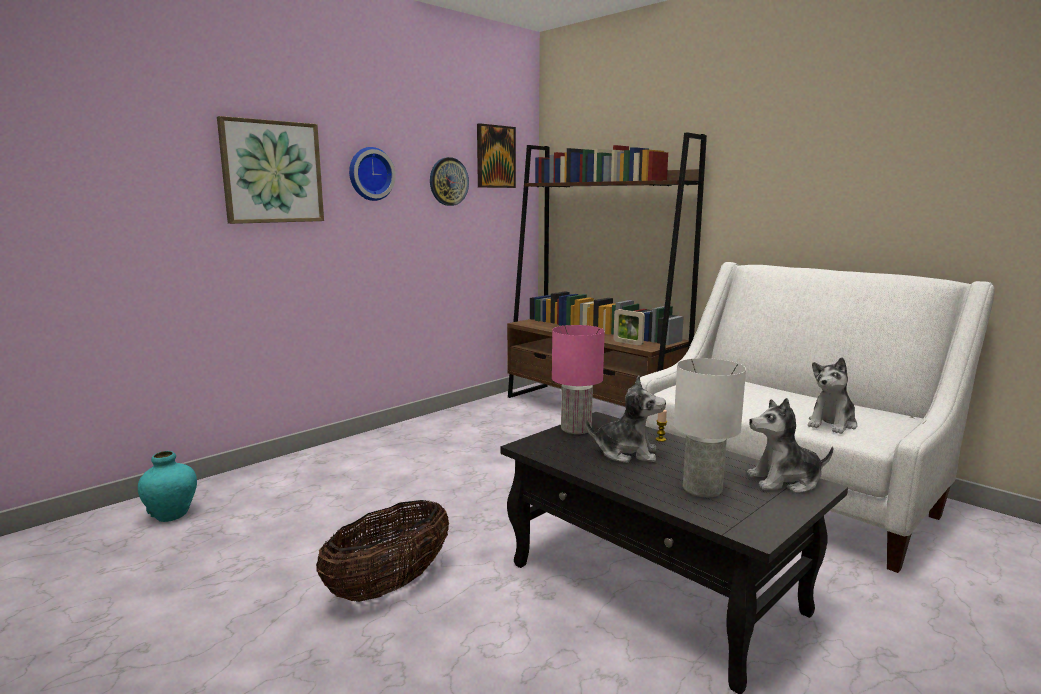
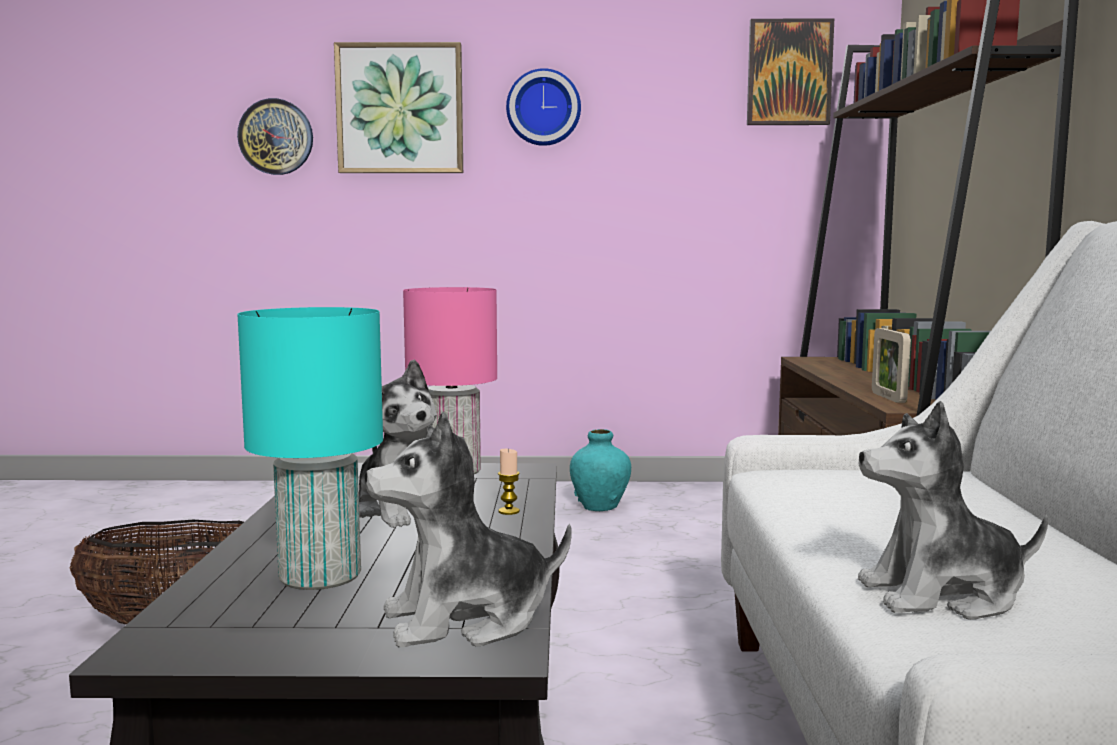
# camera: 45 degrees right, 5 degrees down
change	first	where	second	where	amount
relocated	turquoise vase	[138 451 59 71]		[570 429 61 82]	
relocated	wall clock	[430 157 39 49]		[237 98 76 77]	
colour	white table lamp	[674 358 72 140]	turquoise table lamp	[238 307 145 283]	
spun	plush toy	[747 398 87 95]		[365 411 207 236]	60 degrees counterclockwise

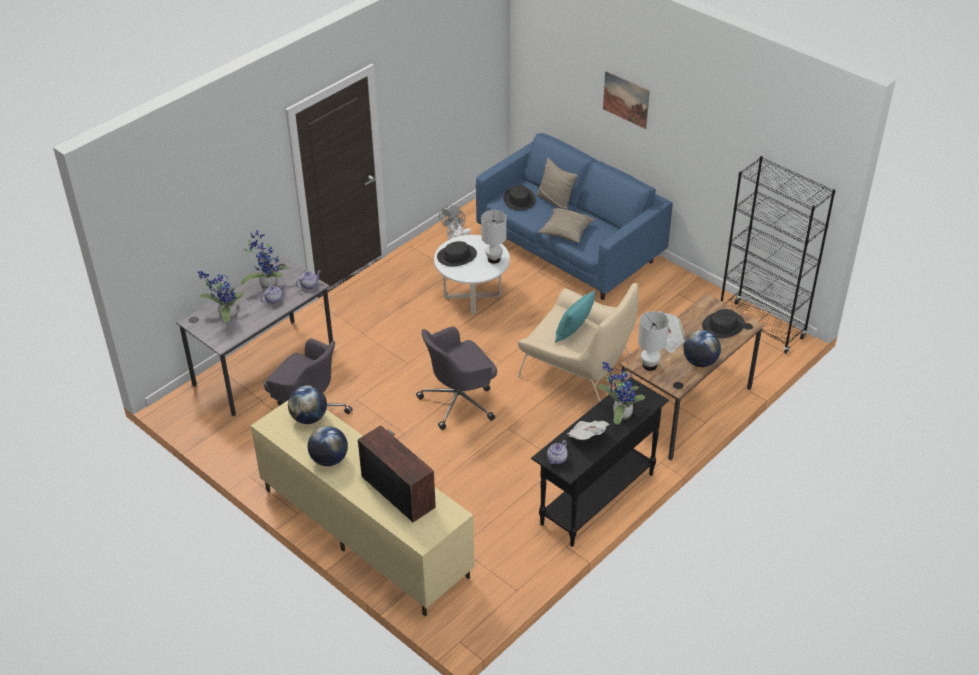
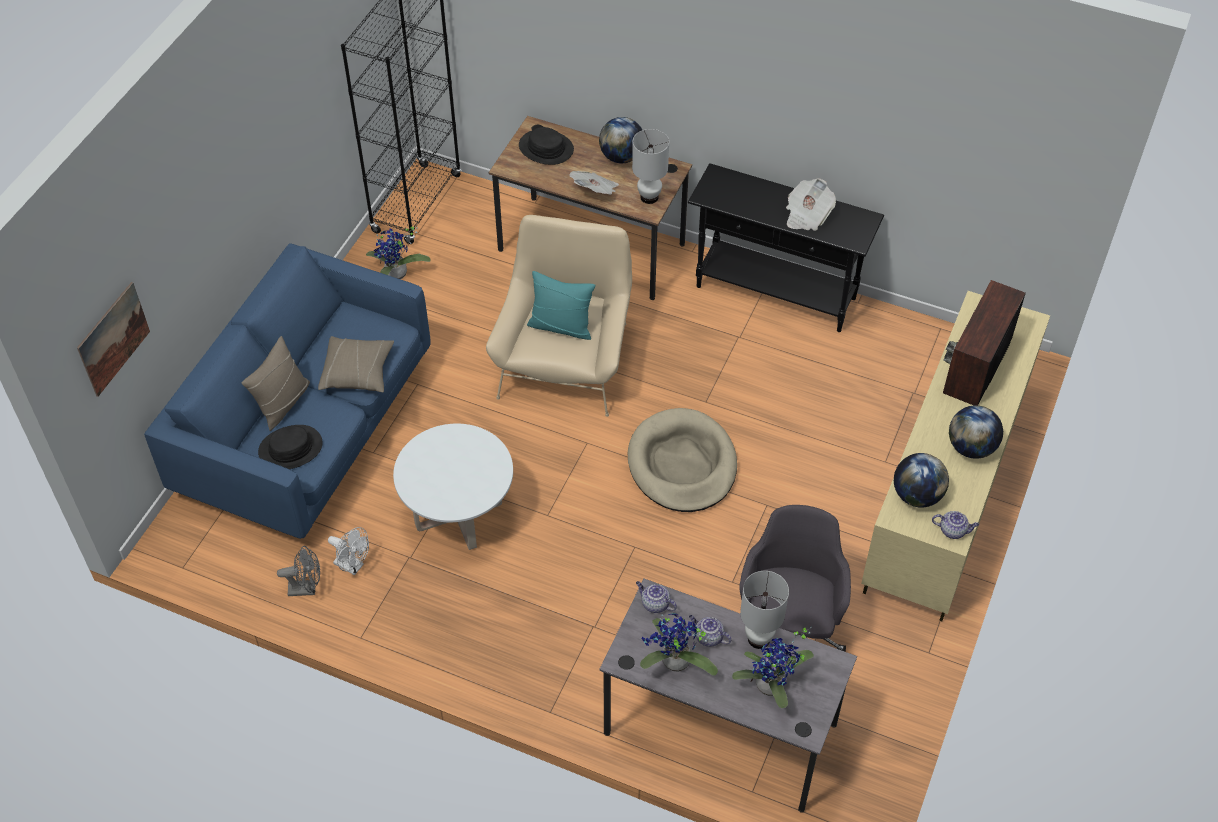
# camera: 110 degrees left, 10 degrees up
change	first	where	second	where	amount
missing	black hat	[437 241 40 25]			
relocated	white table lamp	[481 210 26 54]		[740 571 49 78]	
relocated	teapot	[547 440 21 24]		[932 511 47 28]	
relocated	potted plant	[598 362 47 63]		[366 227 64 52]	
relocated	picture	[603 71 47 58]		[77 282 73 115]	
exchanged	grey office chair	[416 327 81 103]	beige dog bed	[628 408 109 104]	

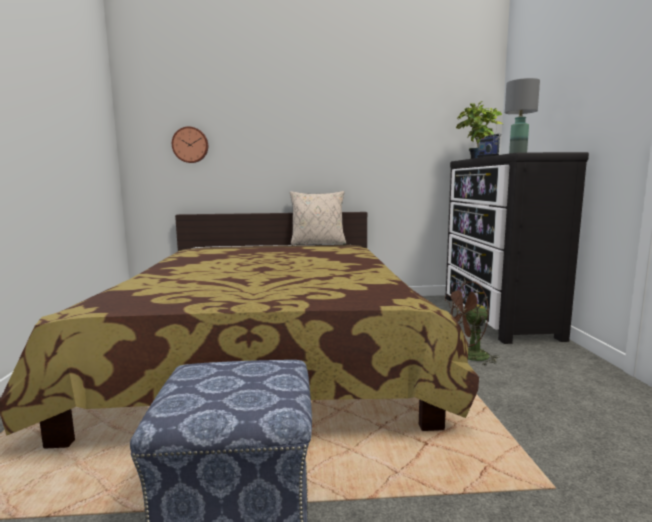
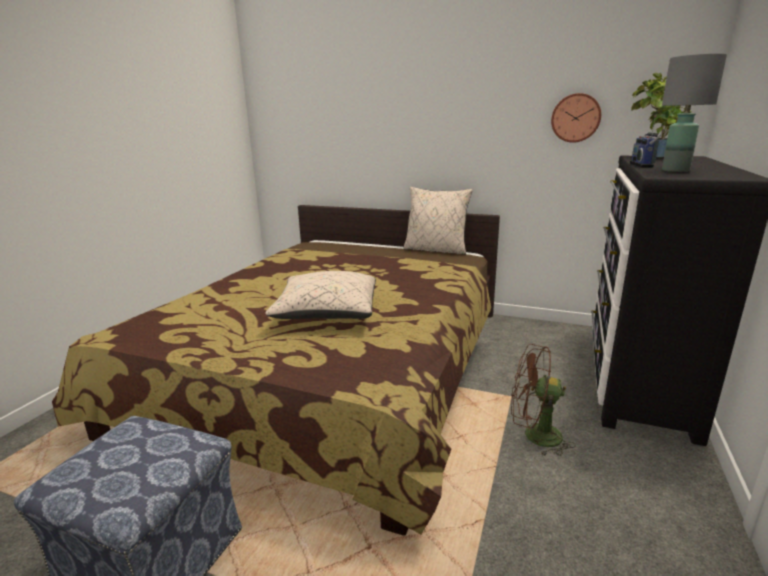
# camera: 25 degrees right, 10 degrees up
change	first	where	second	where	amount
appeared			beige pillow	[265 271 111 48]	
relocated	wall clock	[172 126 36 37]		[551 93 50 50]	

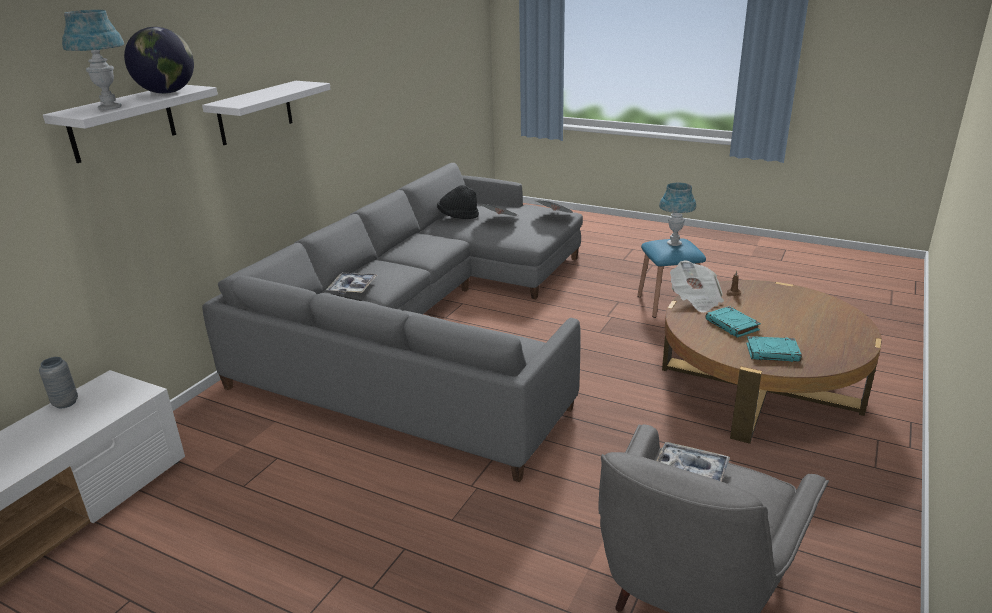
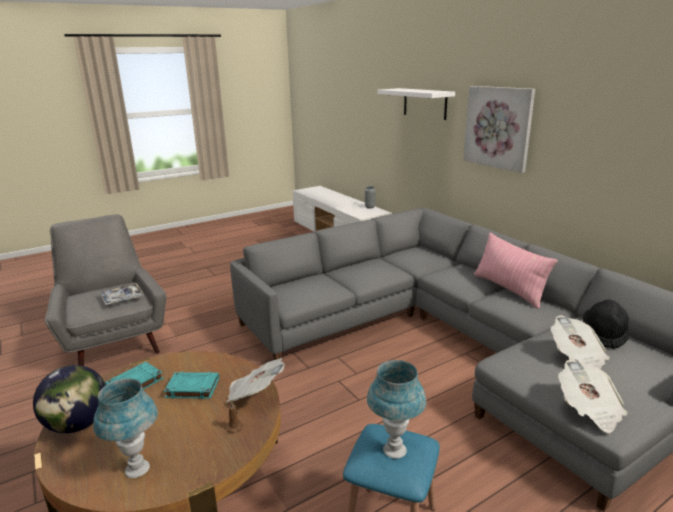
# camera: 120 degrees right, 5 degrees down
change	first	where	second	where	amount
missing	tray	[326 272 51 22]			
appeared			pink pillow	[474 233 83 76]	
relocated	blue table lamp	[62 10 62 100]		[93 378 65 100]	
relocated	globe	[124 27 70 67]		[33 365 73 68]	
exchanged	white shelf	[202 81 129 64]	picture	[463 86 72 87]	

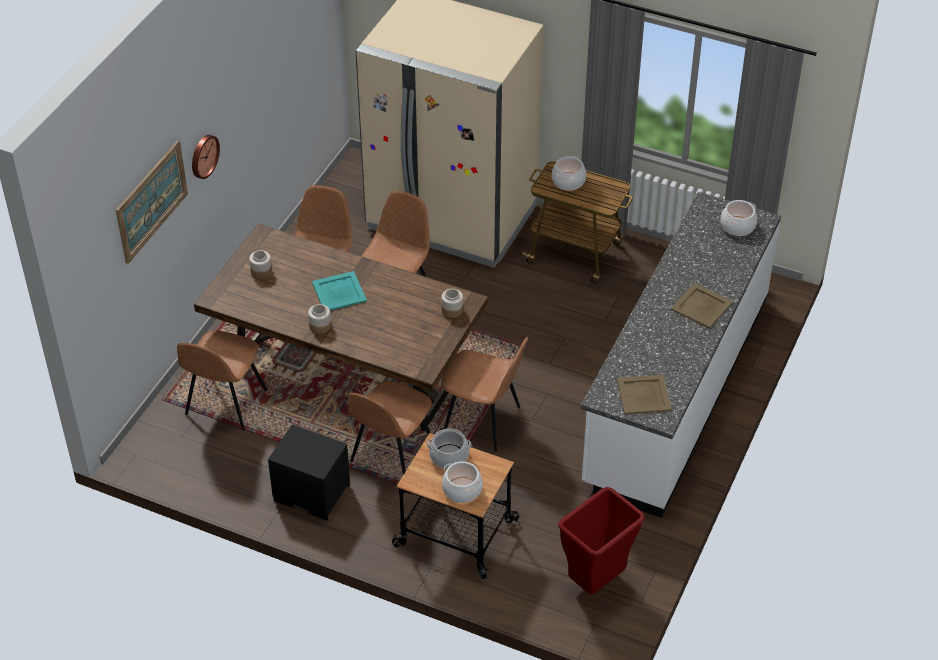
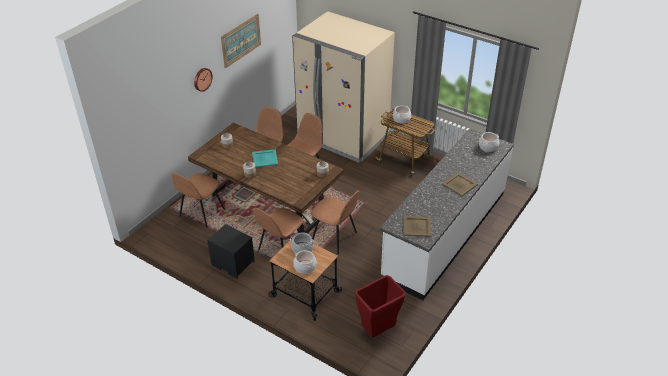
# camera: 10 degrees right, 5 degrees down
change	first	where	second	where	amount
relocated	picture	[116 140 72 124]		[221 14 40 54]	

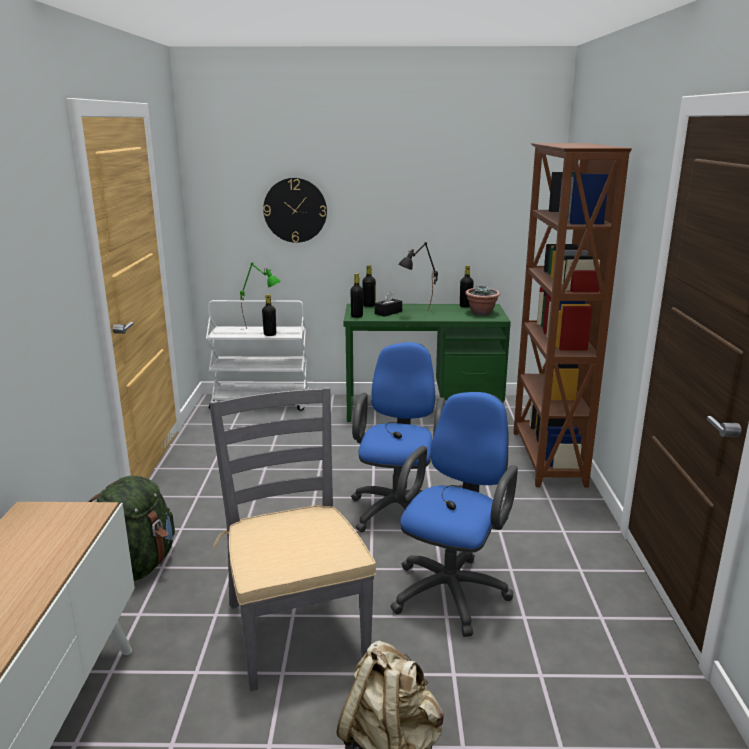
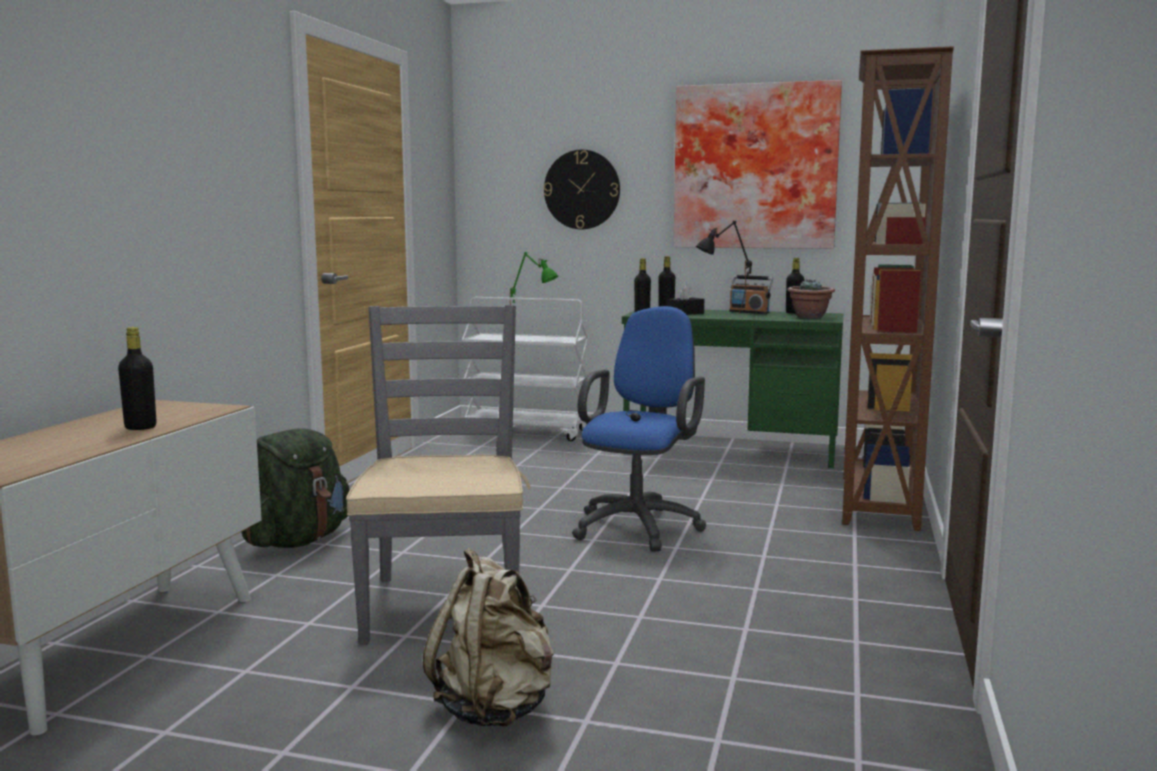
# camera: 15 degrees right, 10 degrees down
change	first	where	second	where	amount
missing	blue office chair	[390 392 128 245]			
appeared			picture	[674 80 168 169]	
appeared			radio	[729 275 44 39]	
relocated	black bottle	[262 294 14 42]		[118 327 39 103]	

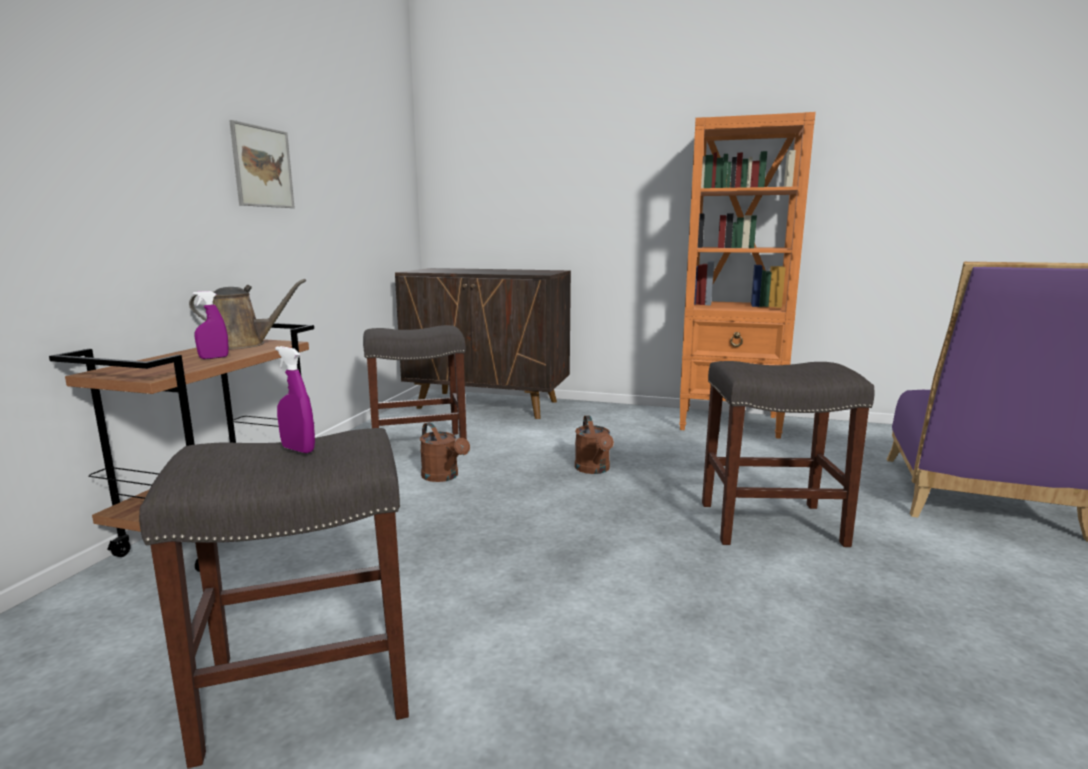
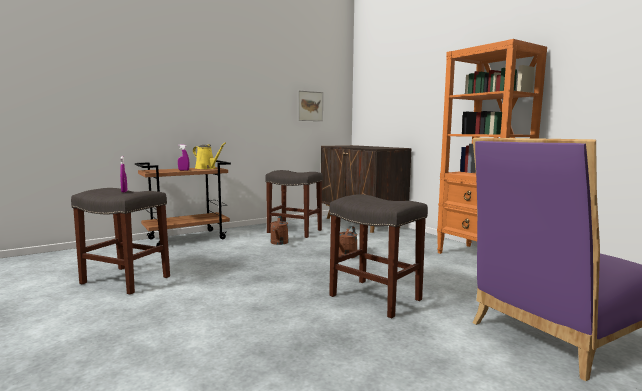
# camera: 40 degrees right, 5 degrees down
change	first	where	second	where	amount
relocated	picture	[229 120 66 88]		[298 90 25 31]	
colour	brown watering can	[189 279 117 70]	yellow watering can	[193 142 33 27]	

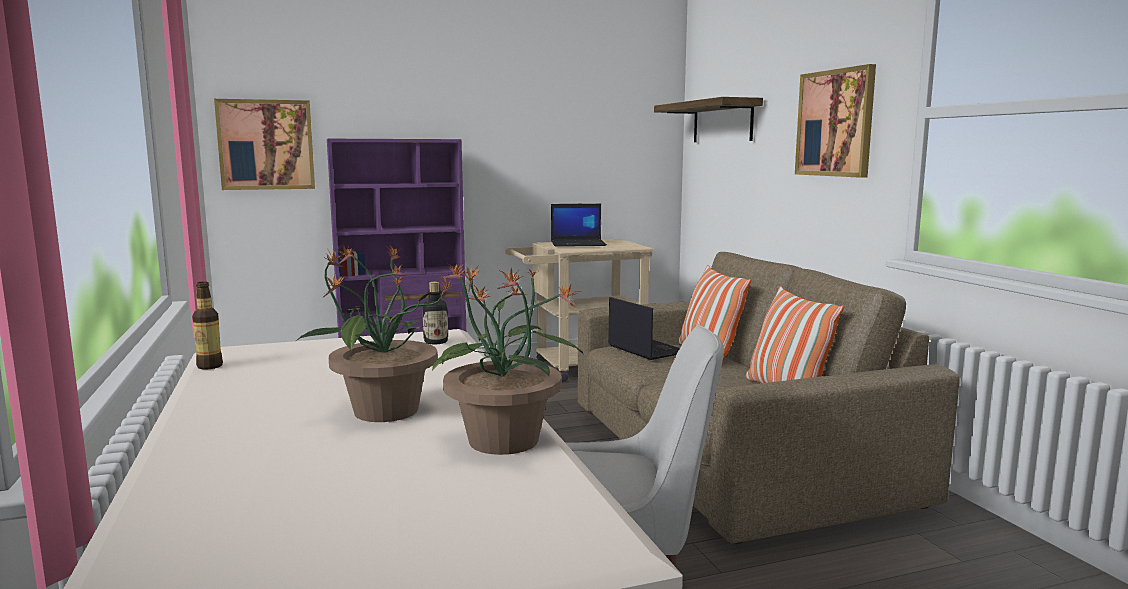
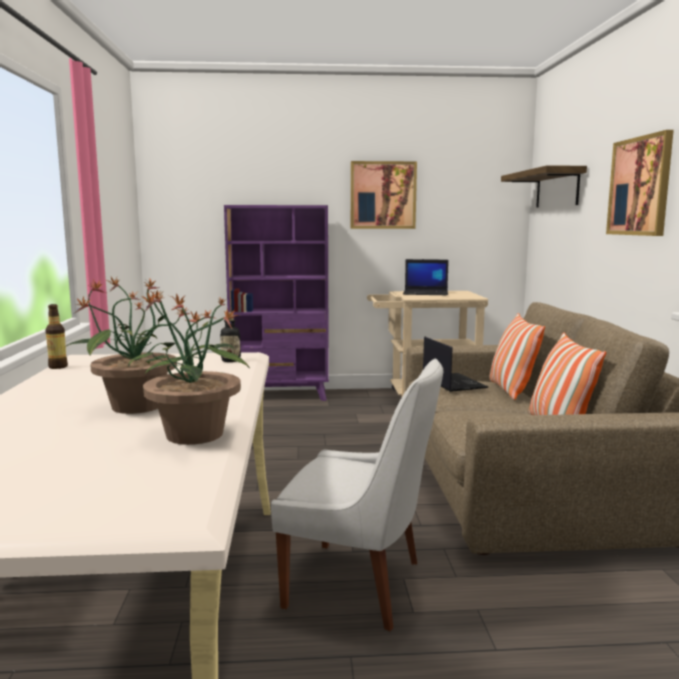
# camera: 15 degrees right, 0 degrees up
change	first	where	second	where	amount
relocated	picture	[214 99 101 91]		[351 161 66 68]	

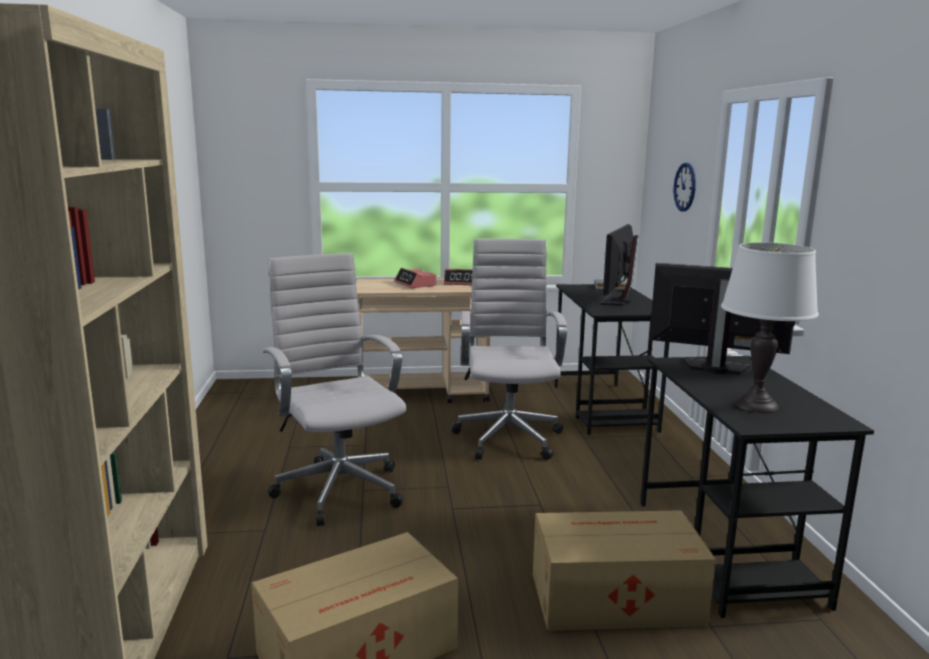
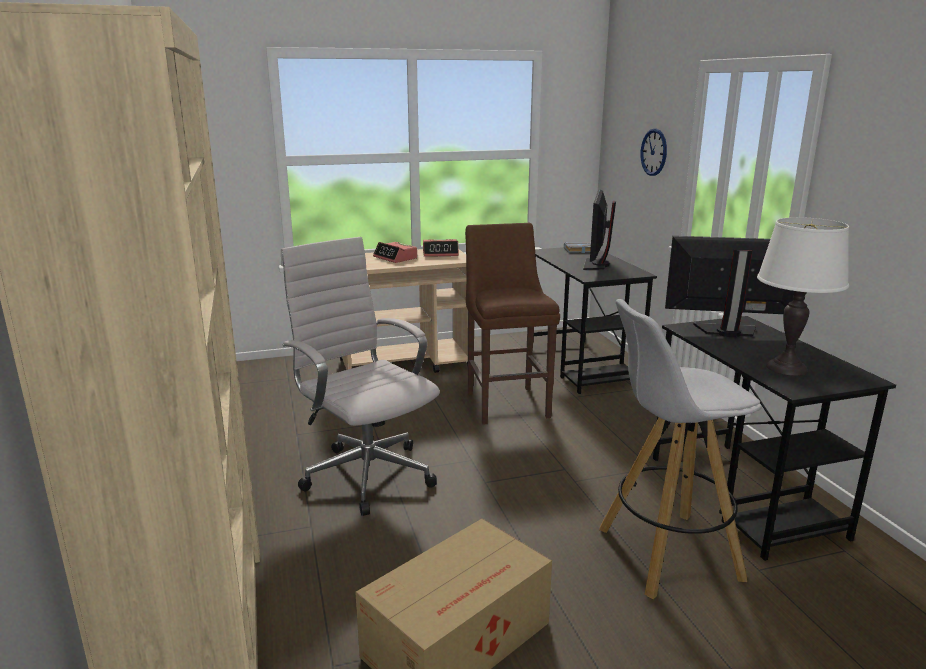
# camera: 10 degrees left, 5 degrees up
change	first	where	second	where	amount
exchanged	white office chair	[452 238 115 222]	brown stool	[465 223 95 202]	
exchanged	cardboard box	[533 510 183 121]	white stool	[599 299 163 300]	

